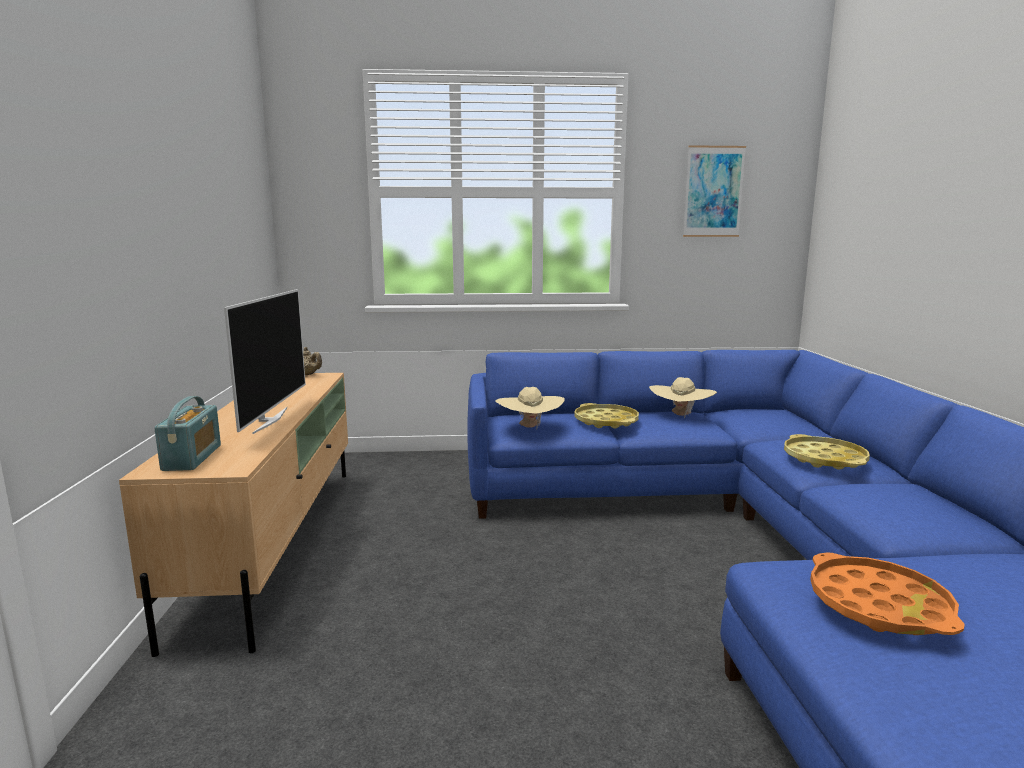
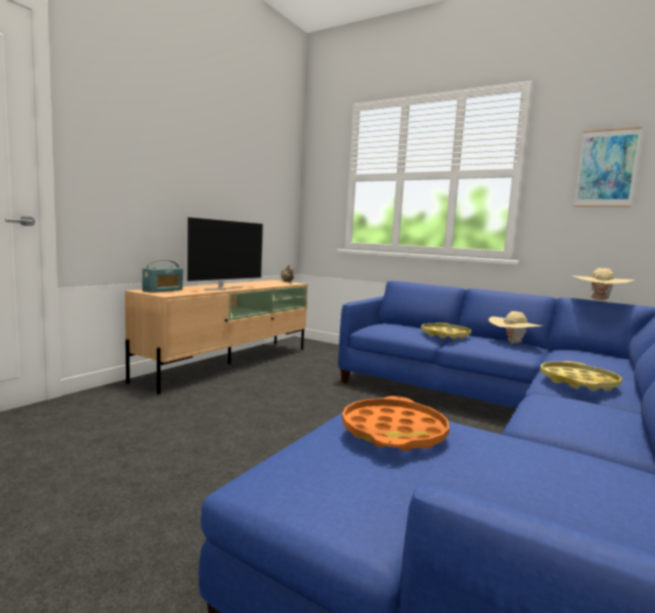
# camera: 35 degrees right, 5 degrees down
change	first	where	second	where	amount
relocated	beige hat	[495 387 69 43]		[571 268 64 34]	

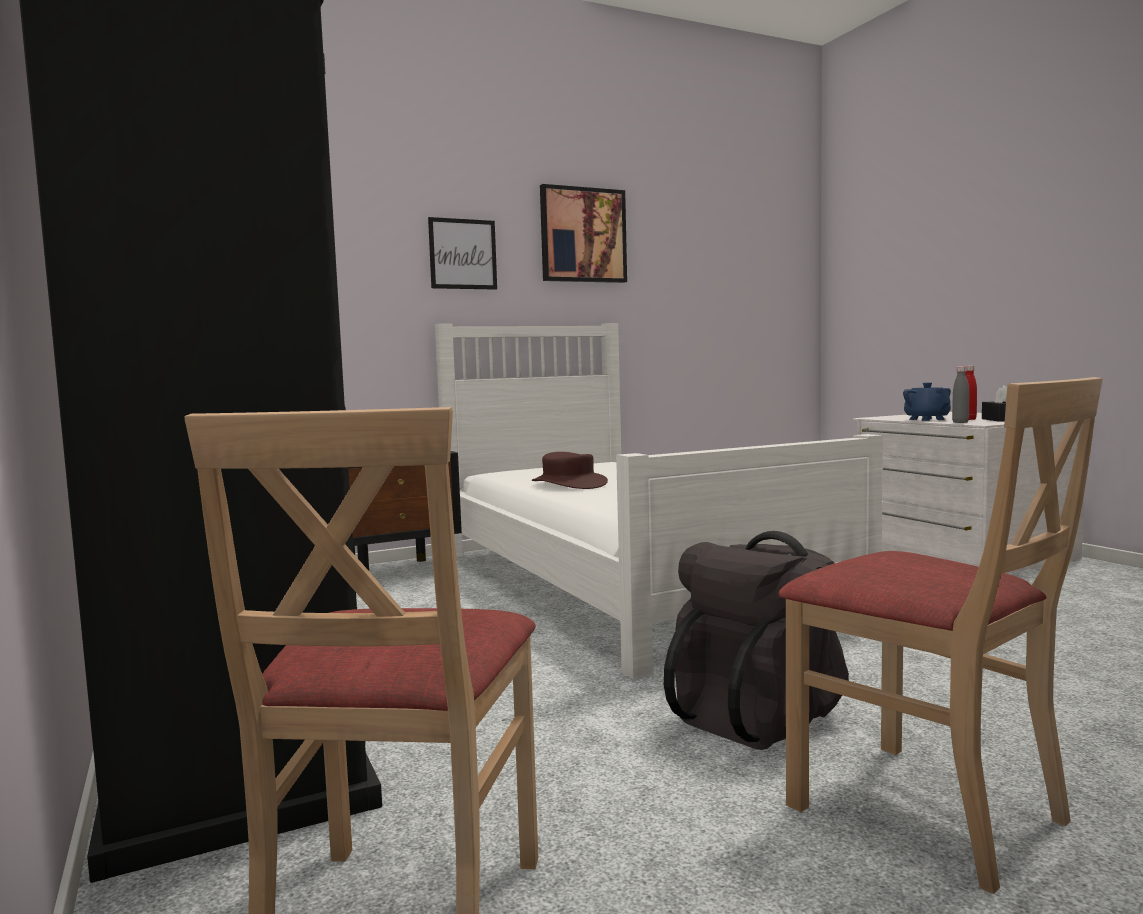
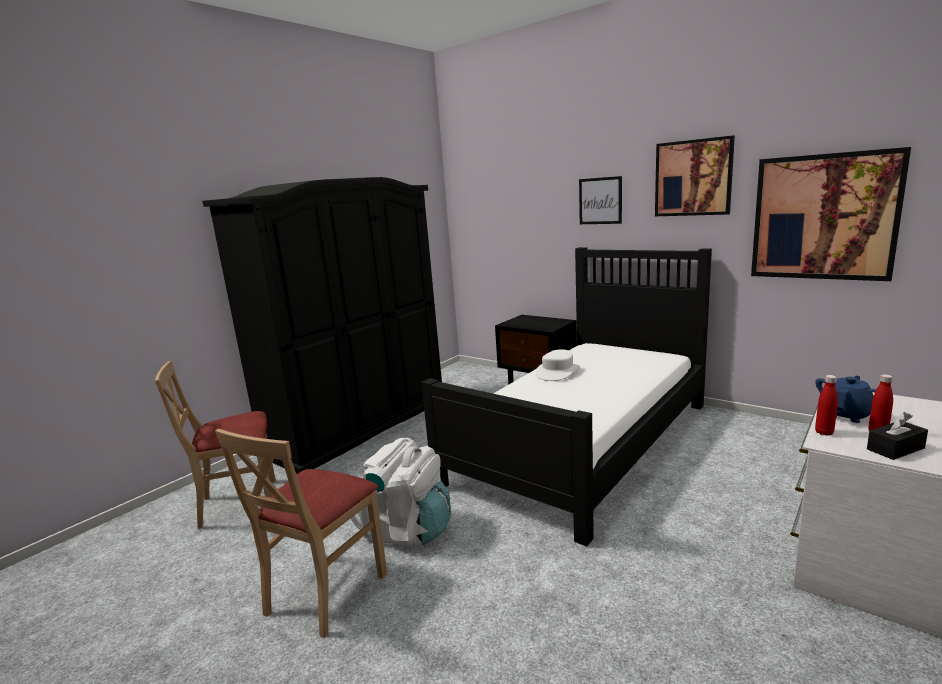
# camera: 65 degrees right, 10 degrees up
change	first	where	second	where	amount
appeared			picture	[751 147 160 134]	
colour	white bed	[435 323 448 357]	black bed	[421 247 291 300]	
colour	brown hat	[532 452 76 37]	white hat	[536 349 44 32]	
colour	black backpack	[664 531 185 219]	white backpack	[351 438 100 111]	
colour	grey bottle	[952 366 17 57]	red bottle	[815 375 23 61]	

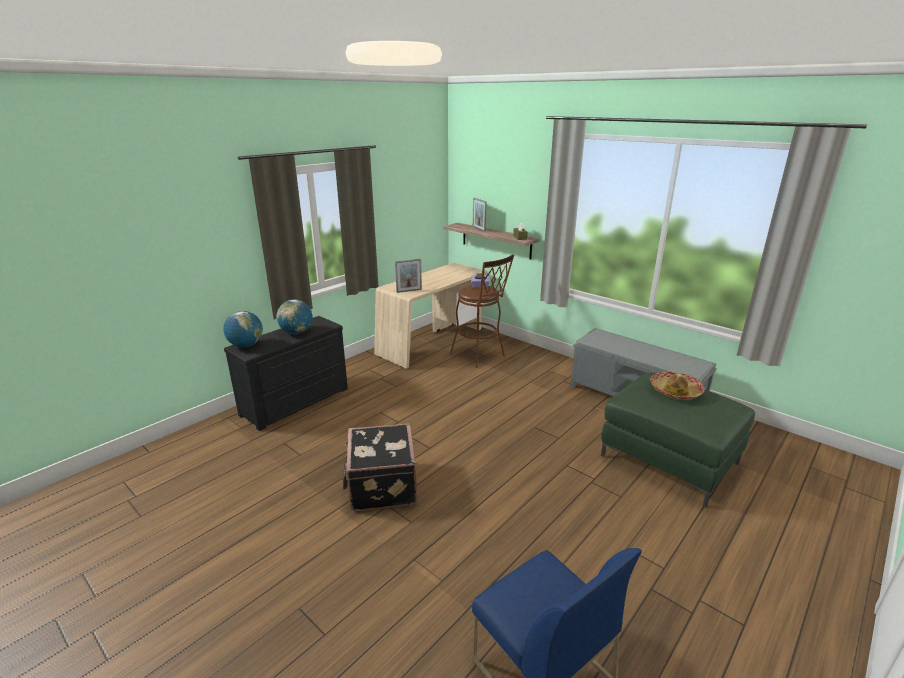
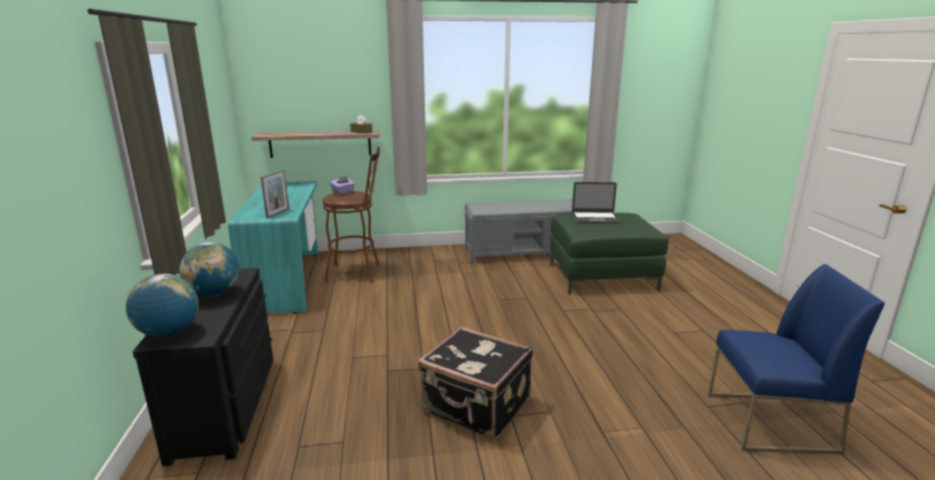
# camera: 50 degrees left, 5 degrees down
change	first	where	second	where	amount
missing	picture frame	[473 198 13 34]			
exchanged	hat	[650 372 55 28]	laptop	[572 182 48 41]	
colour	beige desk	[374 263 113 106]	turquoise desk	[228 181 90 133]	

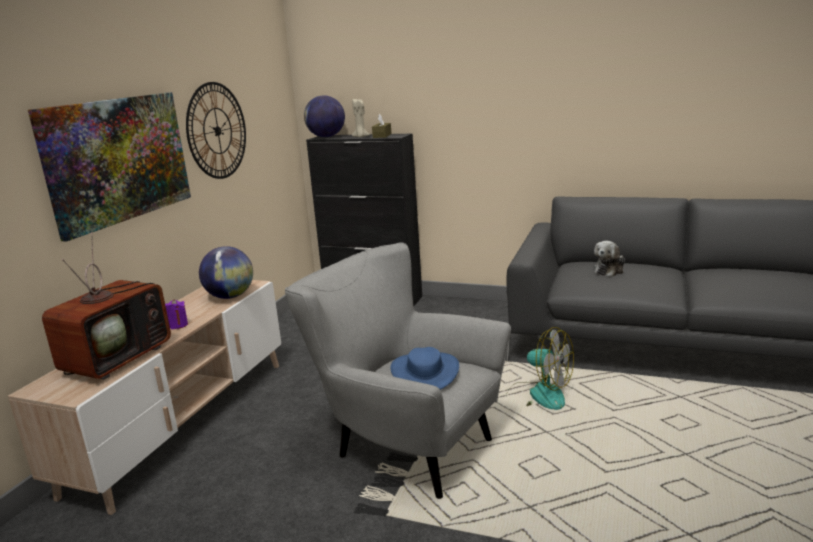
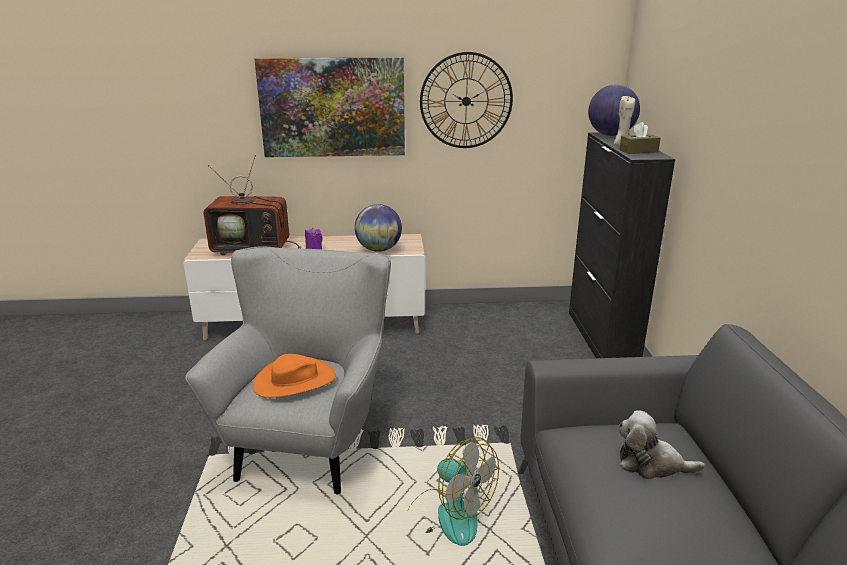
# camera: 65 degrees right, 5 degrees up
change	first	where	second	where	amount
colour	blue hat	[390 347 69 43]	orange hat	[253 354 83 44]	
spun	fan	[506 327 68 83]		[410 437 89 109]	60 degrees counterclockwise

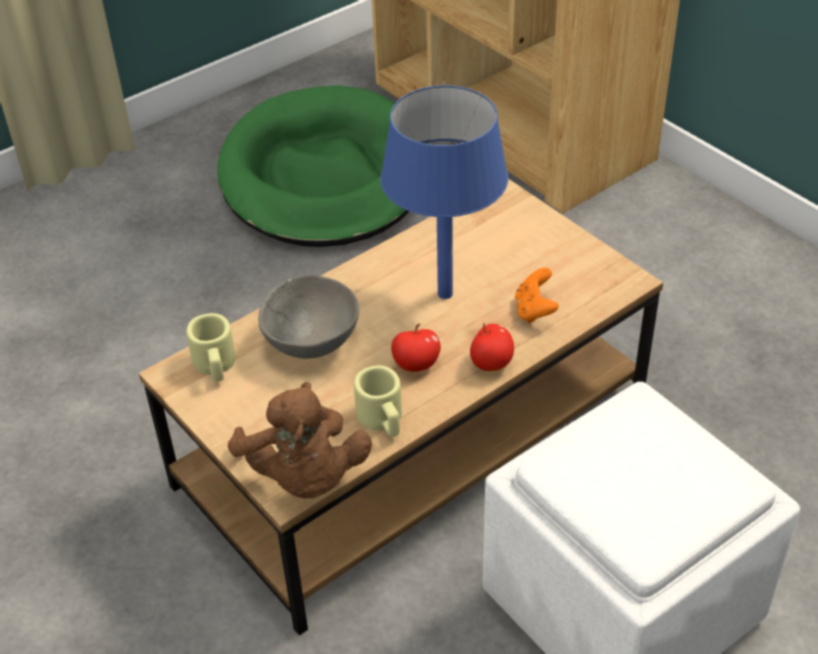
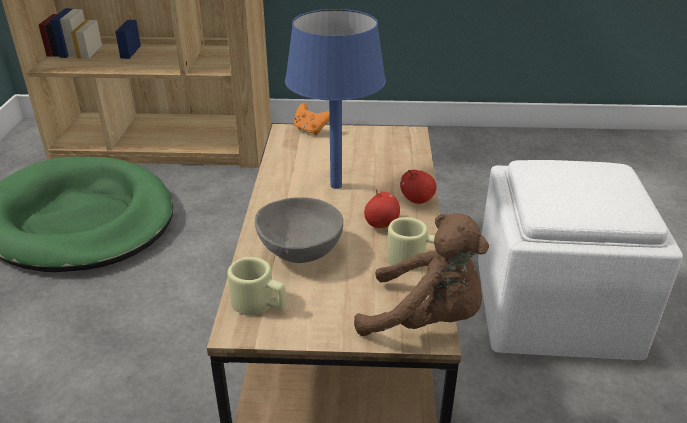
# camera: 50 degrees left, 10 degrees down
change	first	where	second	where	amount
relocated	orange game controller	[515 268 44 55]		[294 103 36 32]	

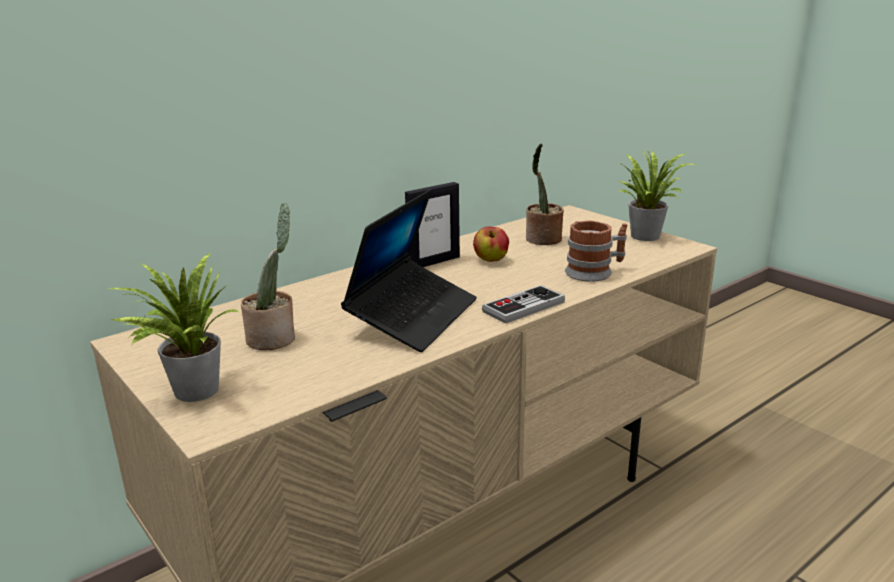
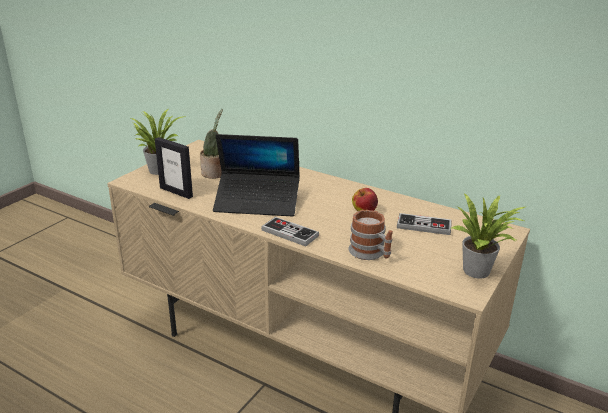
# camera: 70 degrees right, 5 degrees up
change	first	where	second	where	amount
relocated	picture frame	[405 182 55 85]		[155 137 38 62]	
exchanged	potted plant	[526 143 38 102]	game controller	[397 213 55 22]	

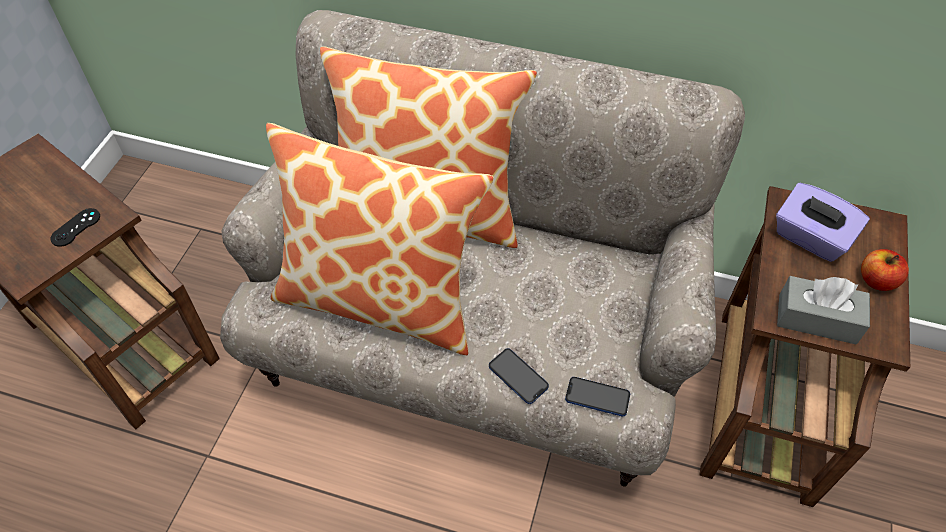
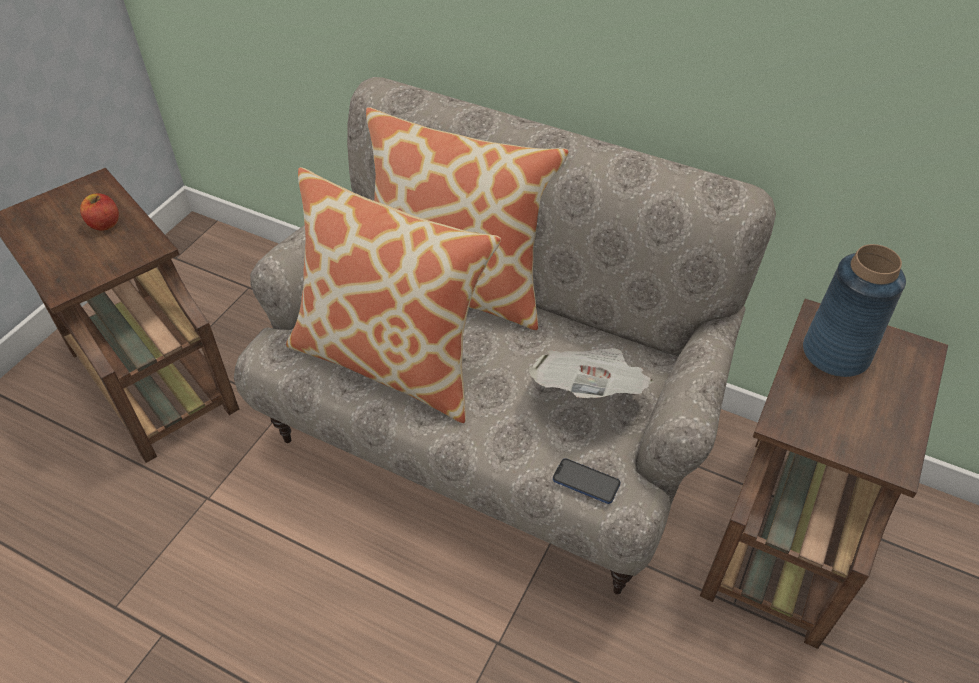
# camera: 10 degrees right, 5 degrees down
change	first	where	second	where	amount
missing	black game controller	[50 208 50 39]			
missing	phone	[489 348 60 56]			
missing	grey tissue box	[777 276 93 68]			
appeared			newspaper	[529 348 124 50]	
relocated	apple	[861 249 48 42]		[80 194 39 37]	
exchanged	purple tissue box	[776 183 94 79]	blue vase	[803 244 103 133]	

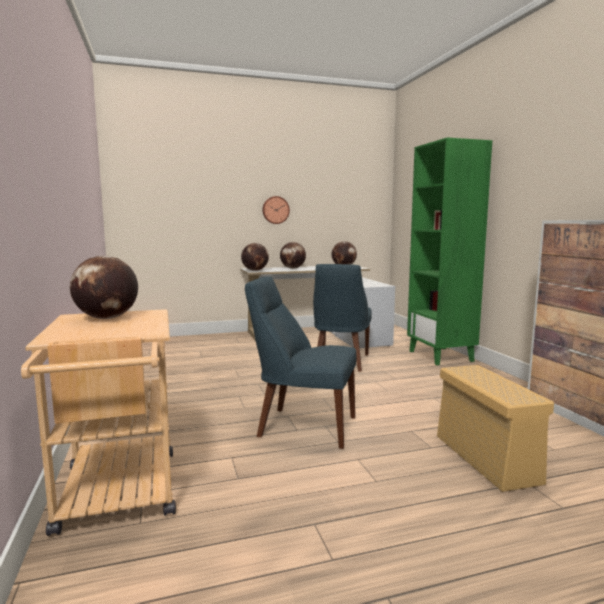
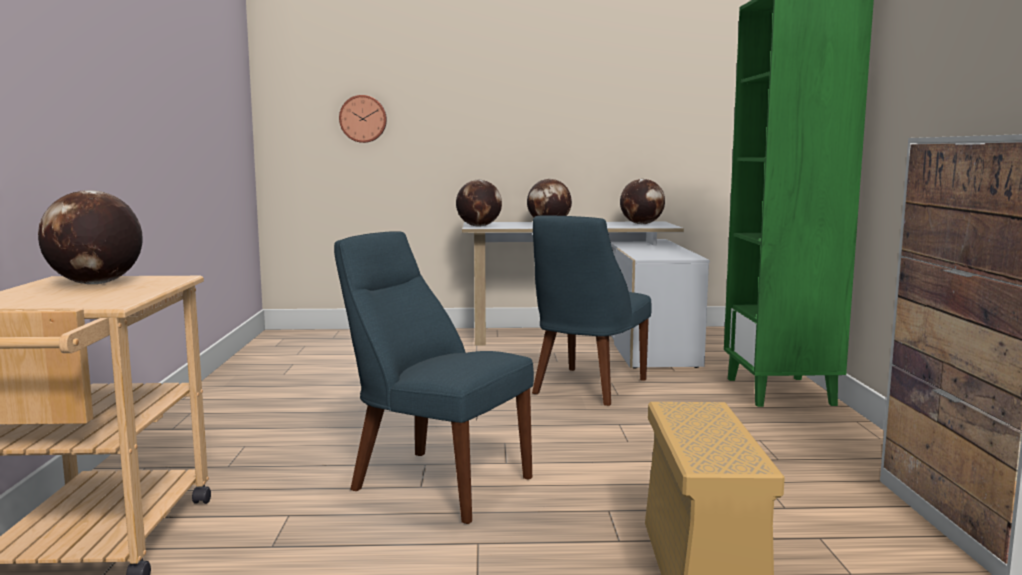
# camera: 15 degrees right, 0 degrees up
change	first	where	second	where	amount
relocated	wall clock	[262 196 28 28]		[339 95 48 48]	

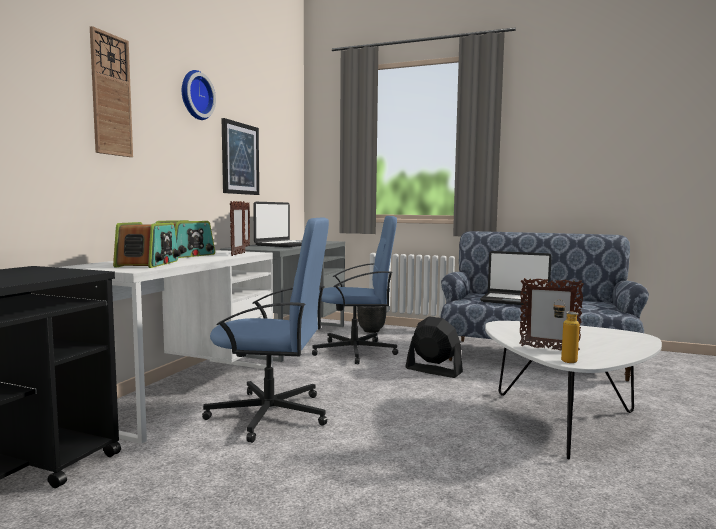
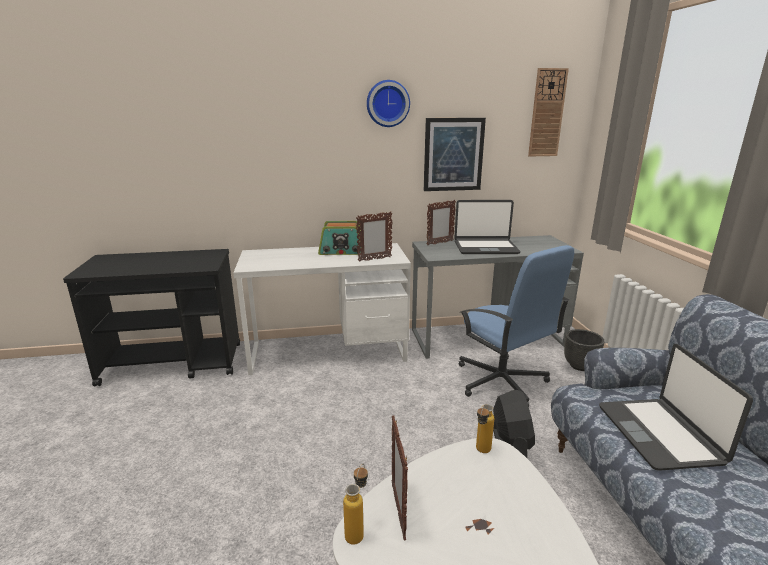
# camera: 60 degrees right, 15 degrees up
change	first	where	second	where	amount
missing	radio	[113 222 68 46]			
missing	blue office chair	[202 218 127 225]			
appeared			bottle	[476 404 18 49]	
relocated	wall clock	[90 26 43 131]		[528 68 41 89]	

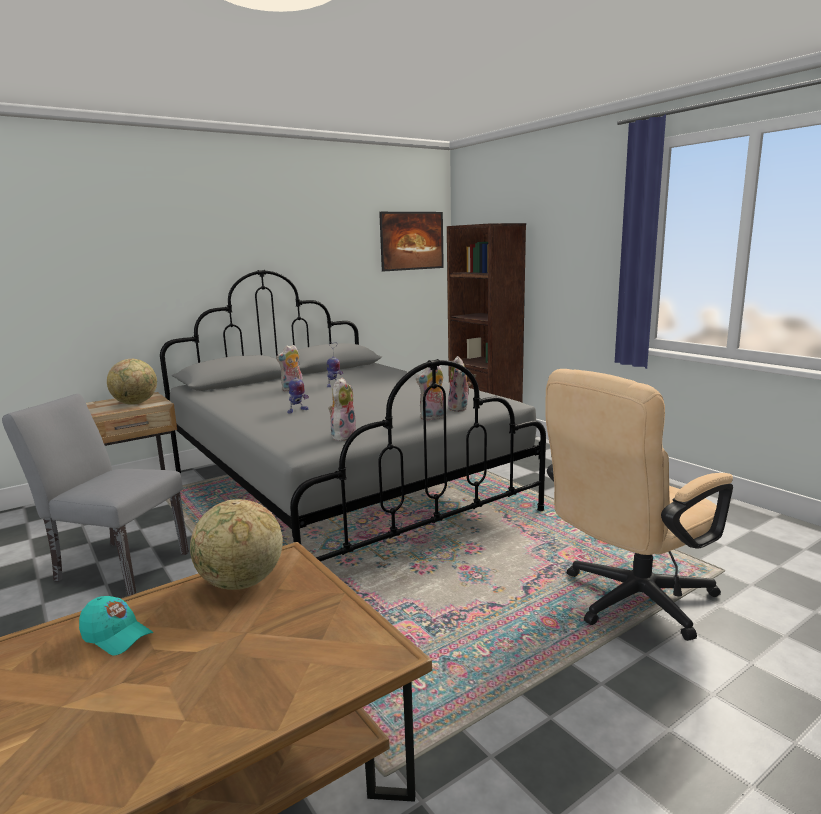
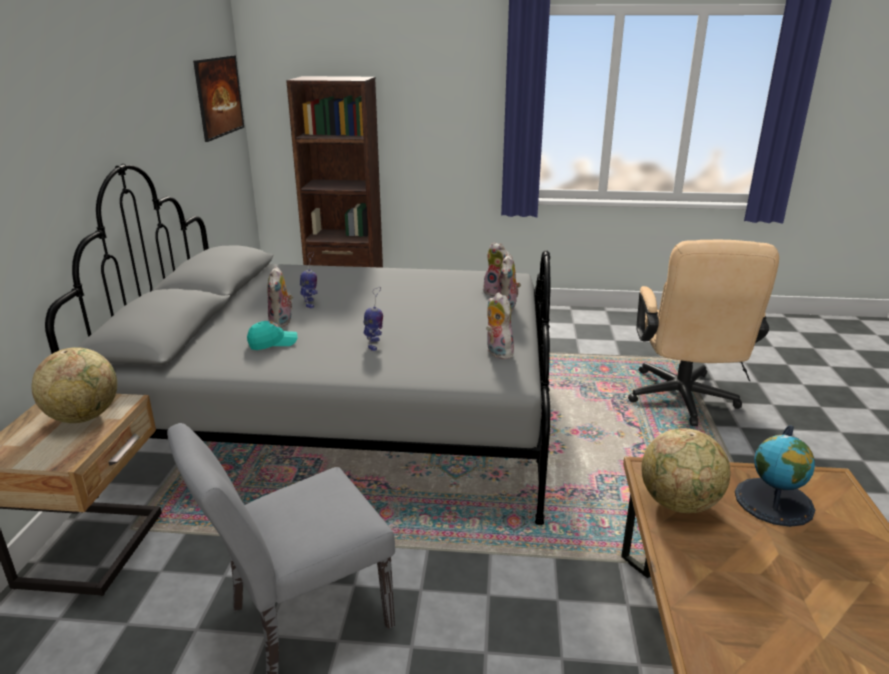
# camera: 50 degrees left, 10 degrees up
change	first	where	second	where	amount
appeared			globe	[735 425 80 102]	
relocated	turquoise cap	[79 596 74 59]		[247 321 51 29]	

